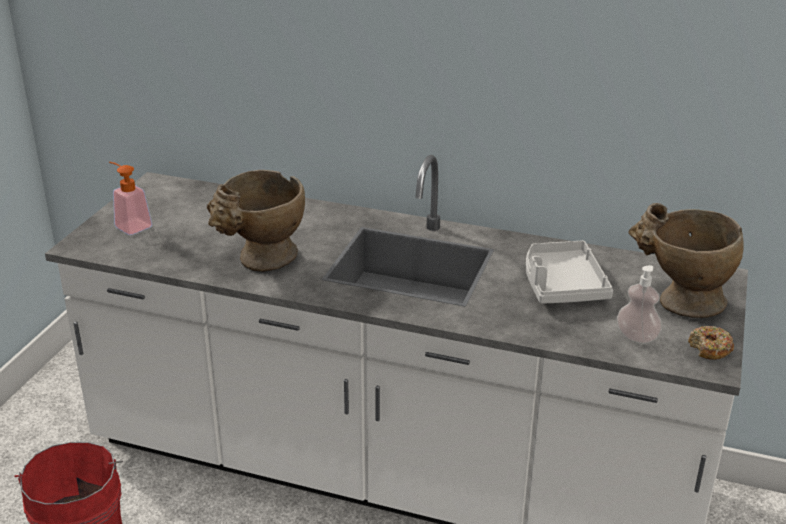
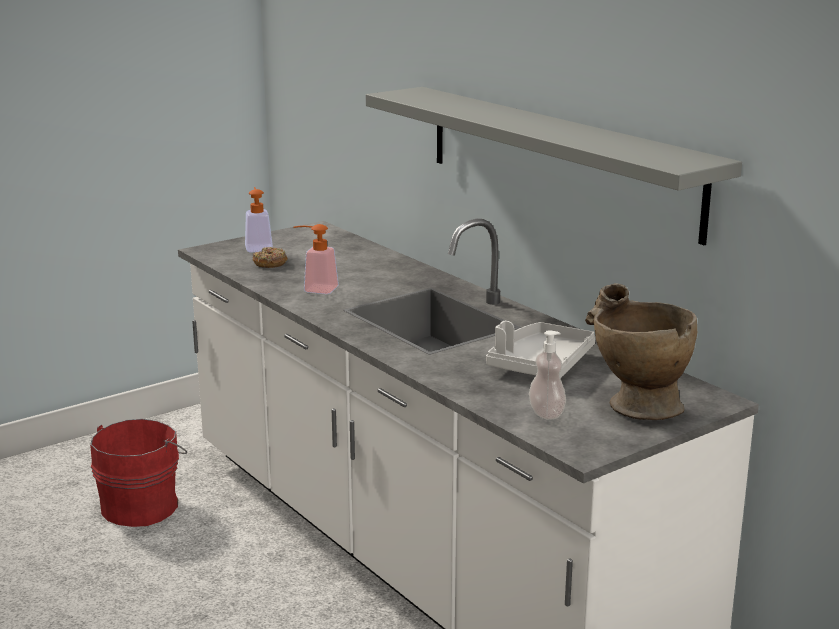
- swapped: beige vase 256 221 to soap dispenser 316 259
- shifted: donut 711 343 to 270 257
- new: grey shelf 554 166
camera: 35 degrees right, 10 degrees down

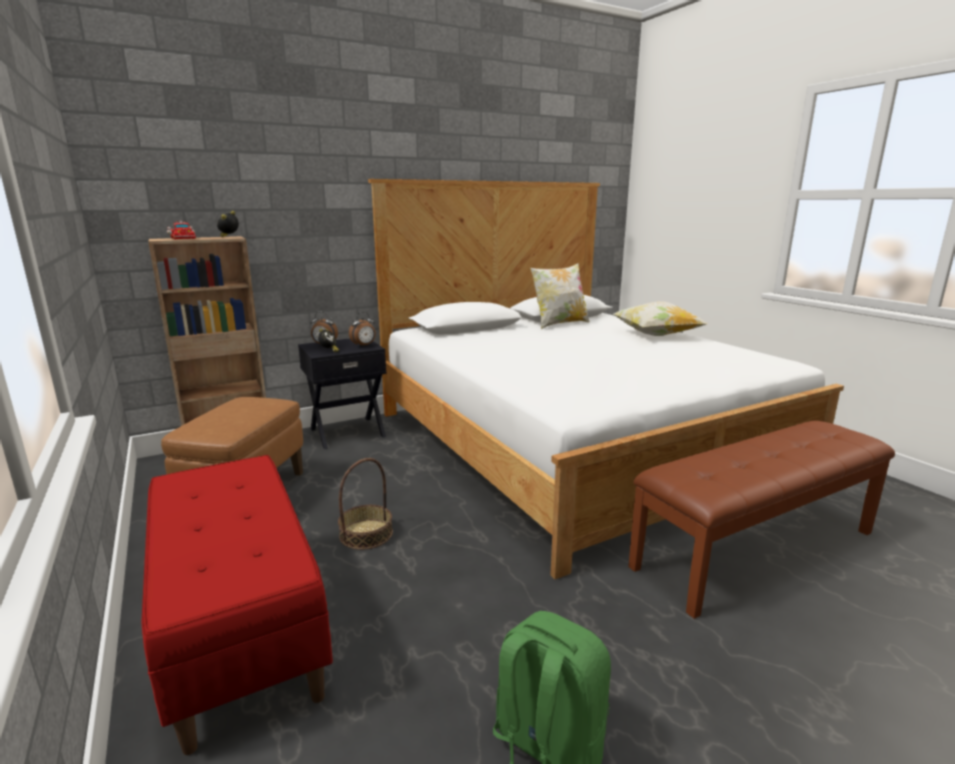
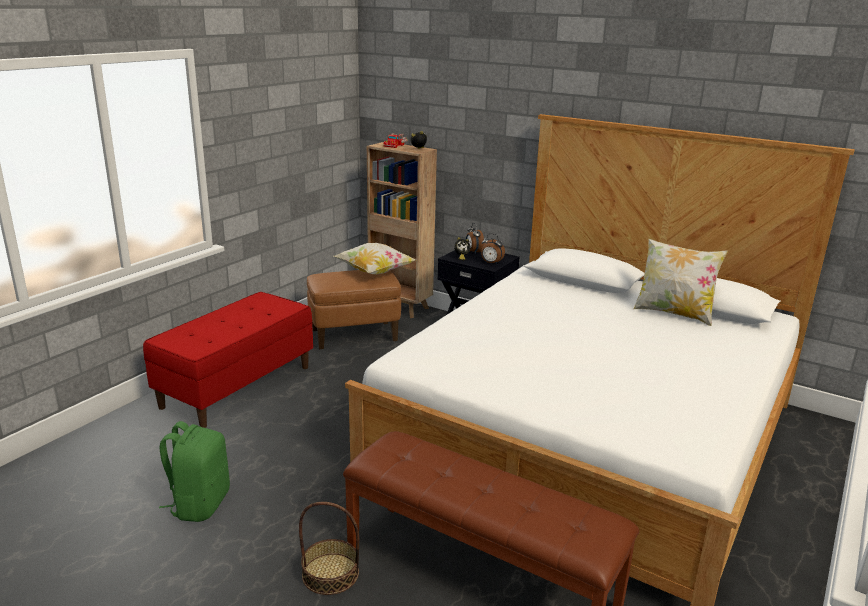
- shifted: basket 365 504 to 329 548
- shifted: pillow 660 318 to 374 259
camera: 60 degrees right, 5 degrees up

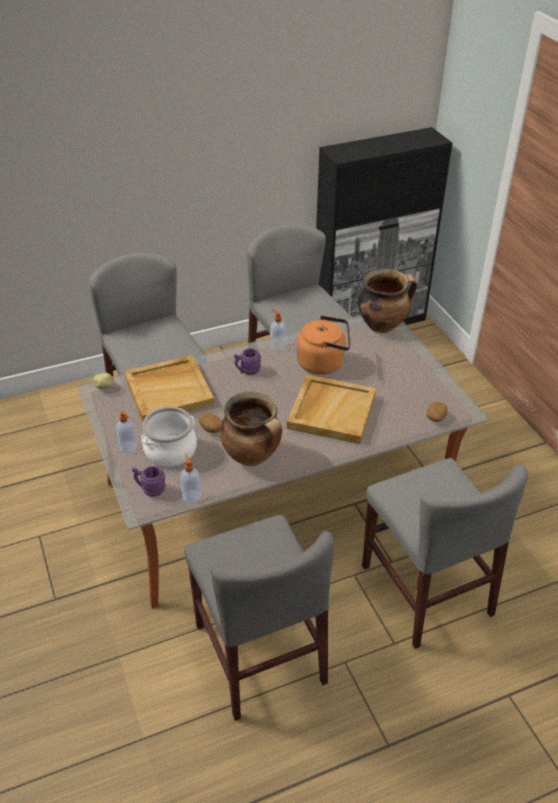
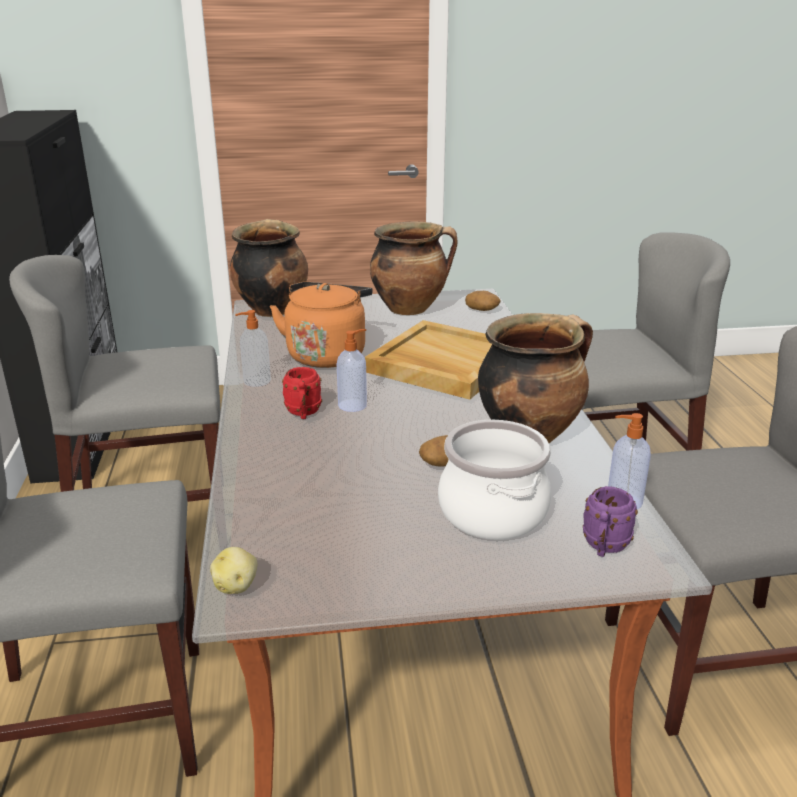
- shifted: soap dispenser 126 431 to 352 370
- gone: beige tray 169 388
- repainted: purple mug 247 361 to red mug 302 393
- new: cooking pot 414 268
camera: 75 degrees left, 15 degrees down

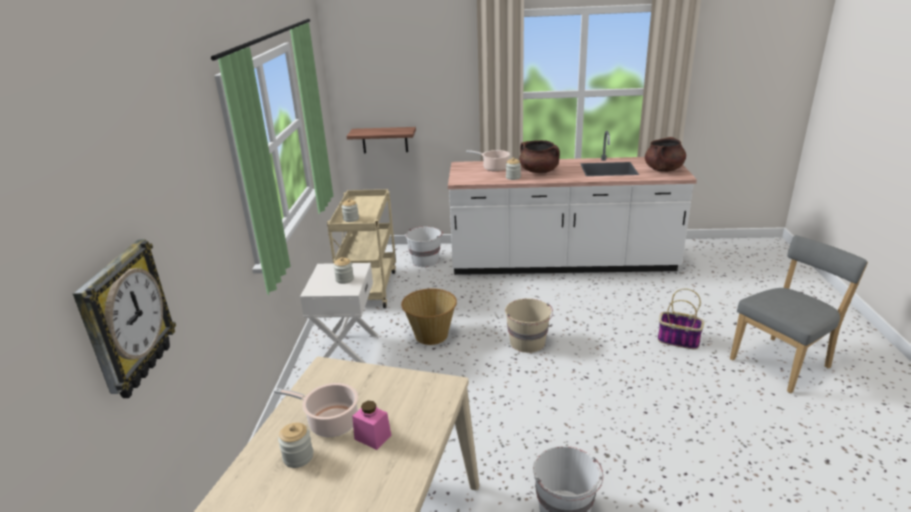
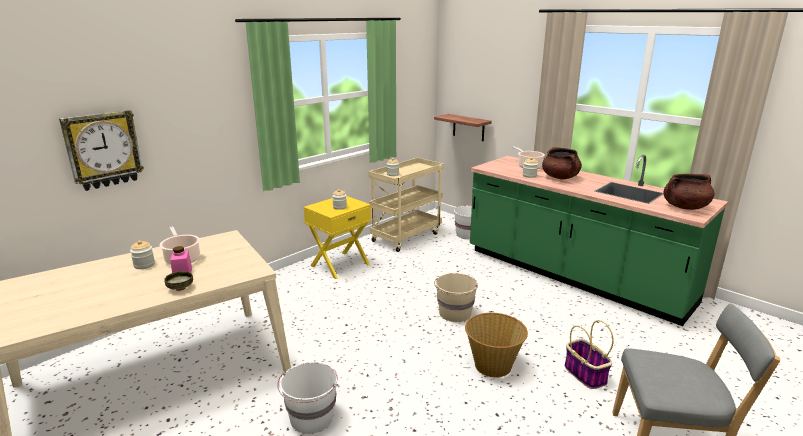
- repainted: white nightstand 339 313 to yellow nightstand 337 237
- shifted: basket 429 317 to 496 345
- repainted: white counter 572 203 to green counter 599 240
- new: bowl 178 281
camera: 40 degrees right, 5 degrees down

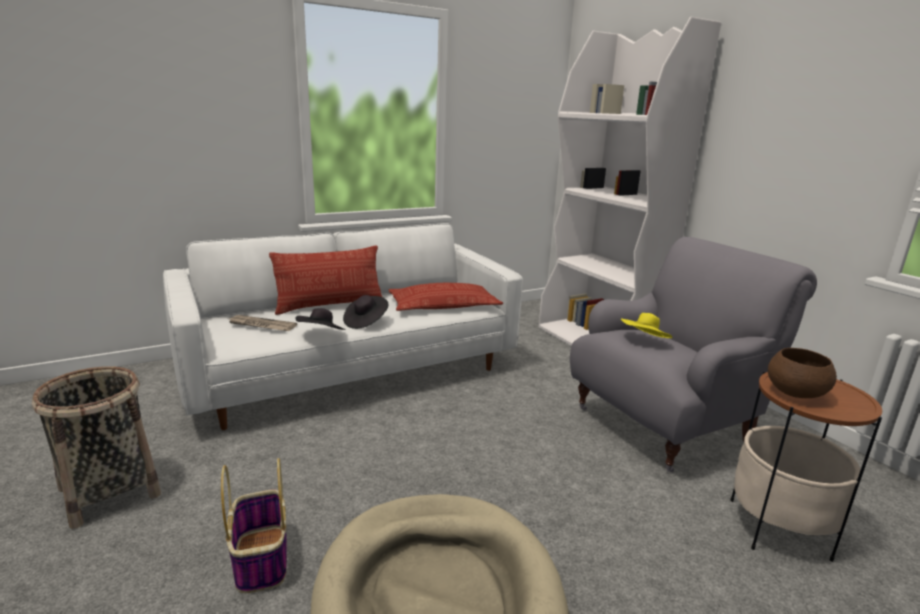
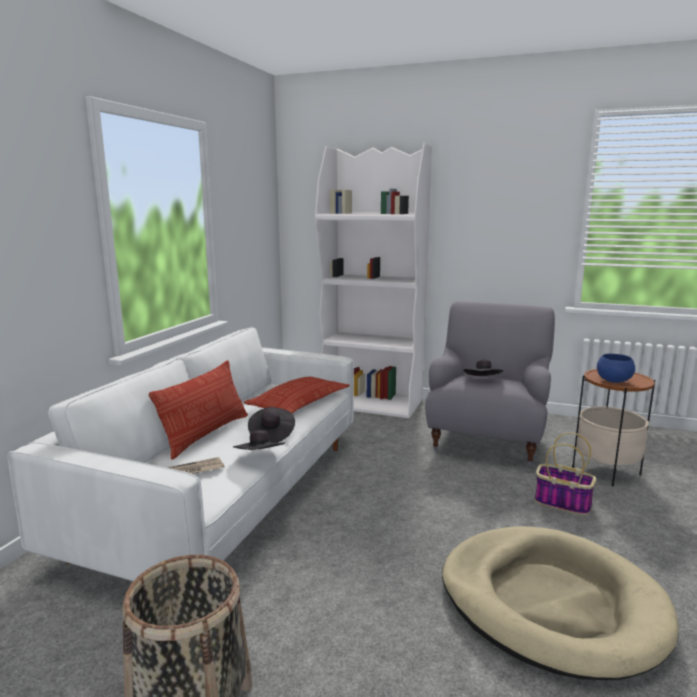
- shifted: basket 254 525 to 565 473
- repainted: yellow hat 646 325 to black hat 483 368
- repainted: brown bowl 802 373 to blue bowl 616 368
camera: 40 degrees left, 5 degrees down

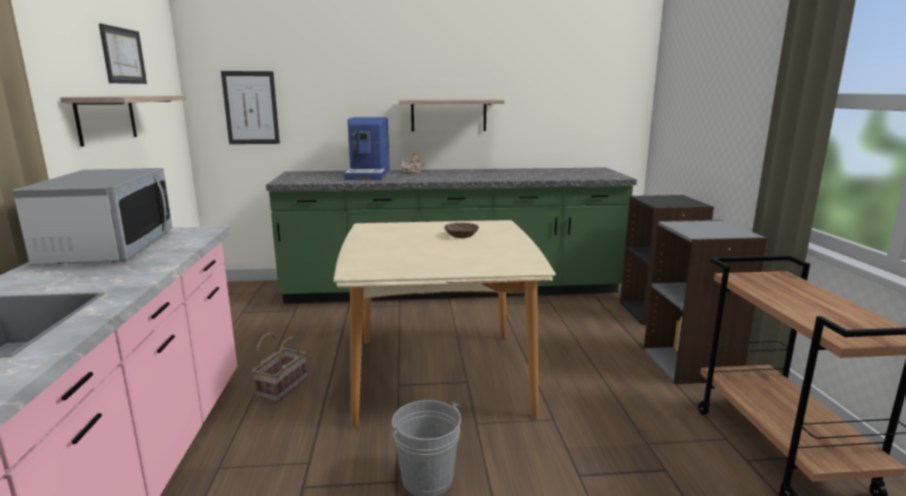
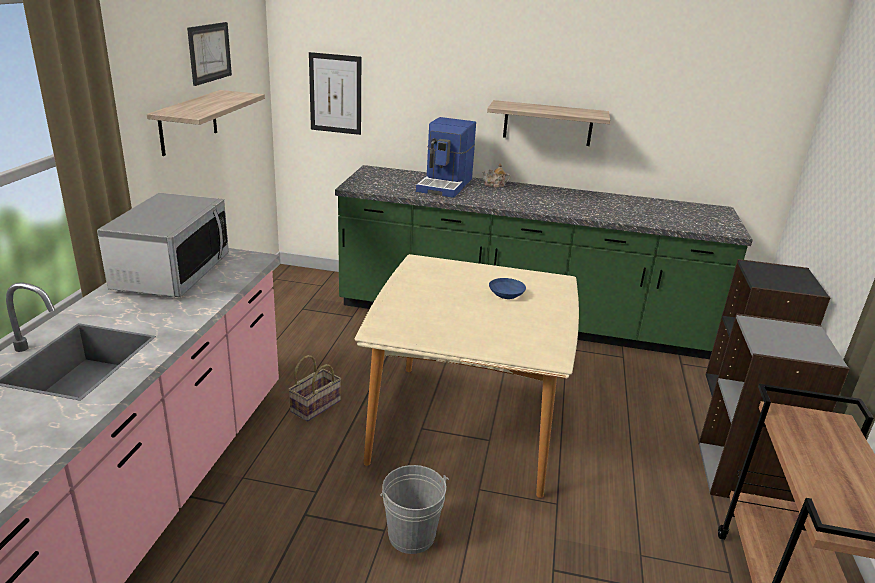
- repainted: brown bowl 461 230 to blue bowl 507 288
camera: 15 degrees right, 10 degrees up

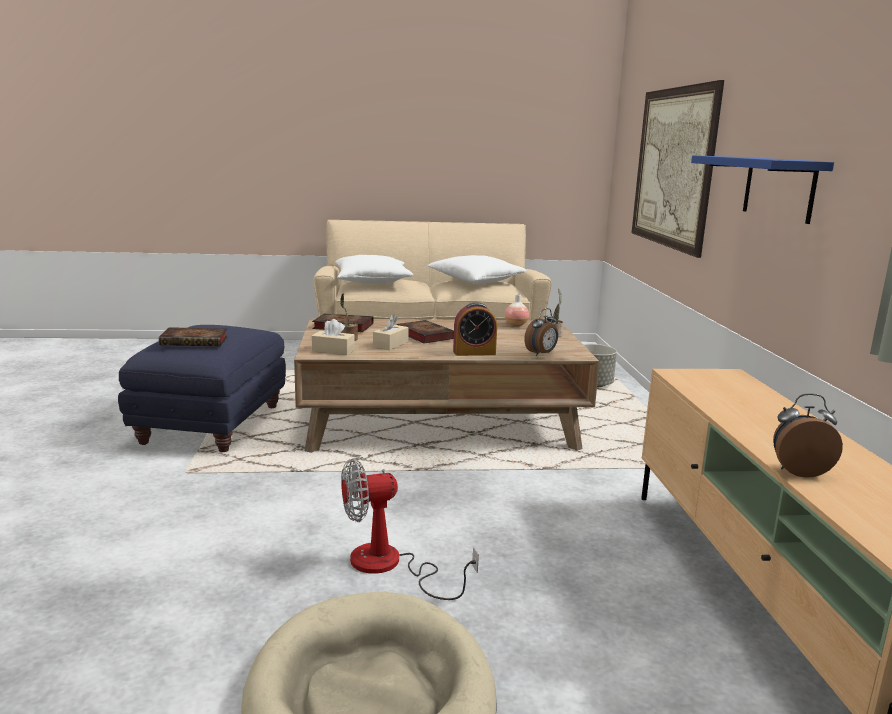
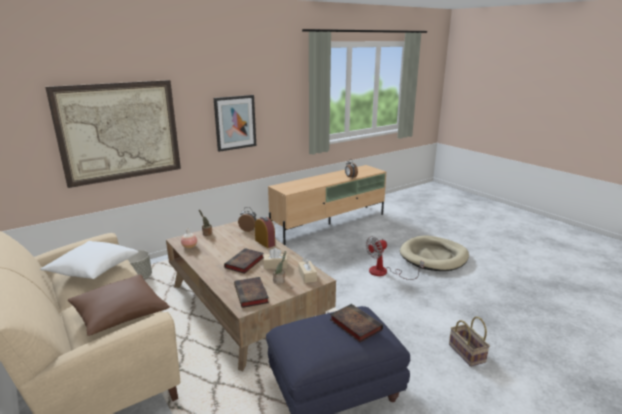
- repainted: white pillow 374 269 to brown pillow 119 305
- rotated: fan 410 529 = 395 258 105 degrees clockwise
- swapped: blue shelf 762 189 to picture 235 123
- new: basket 469 342
camera: 120 degrees left, 5 degrees up

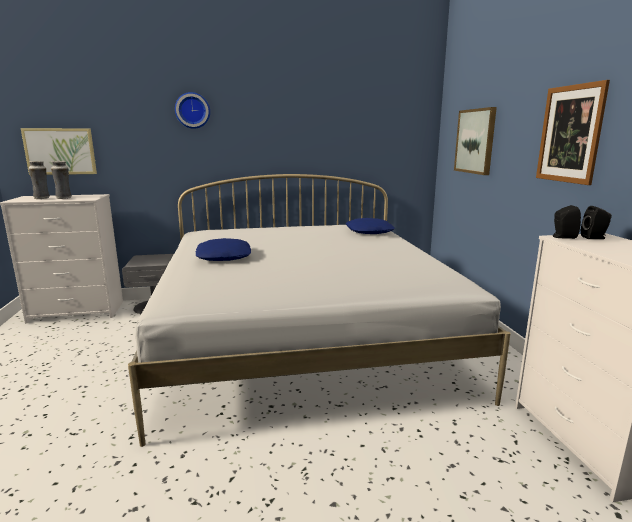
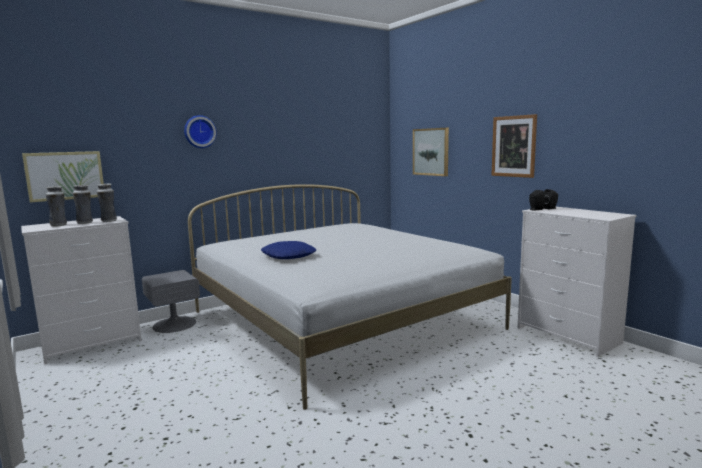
- gone: blue pillow 370 226
- new: vase 107 202
camera: 25 degrees left, 5 degrees down

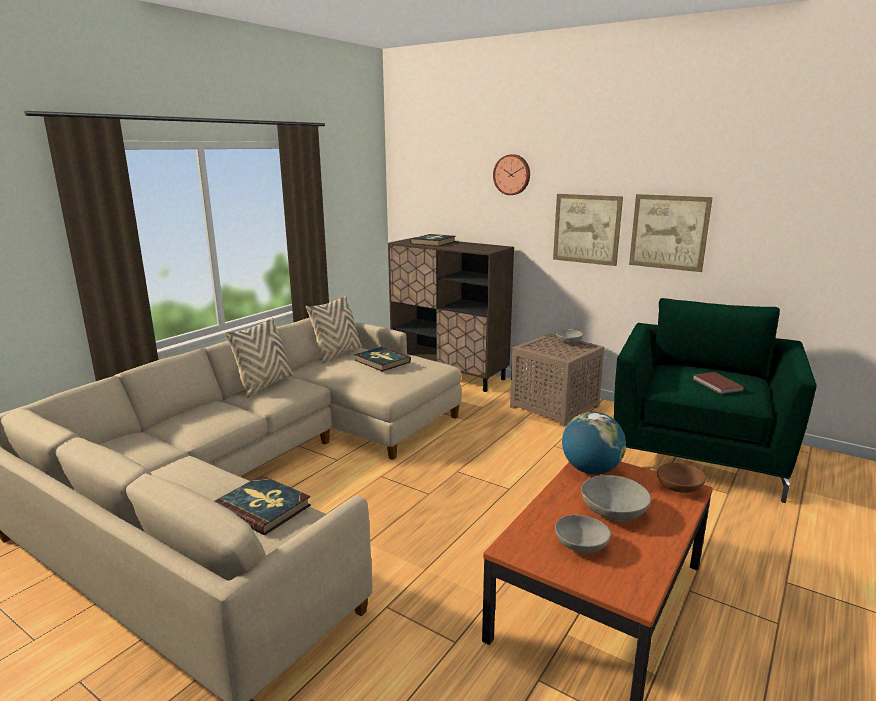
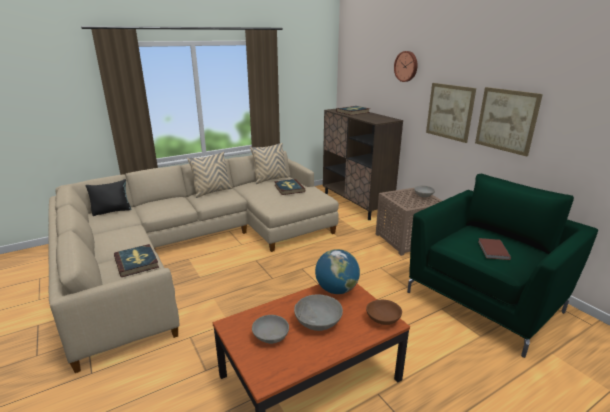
- new: black pillow 108 197
camera: 25 degrees right, 5 degrees up

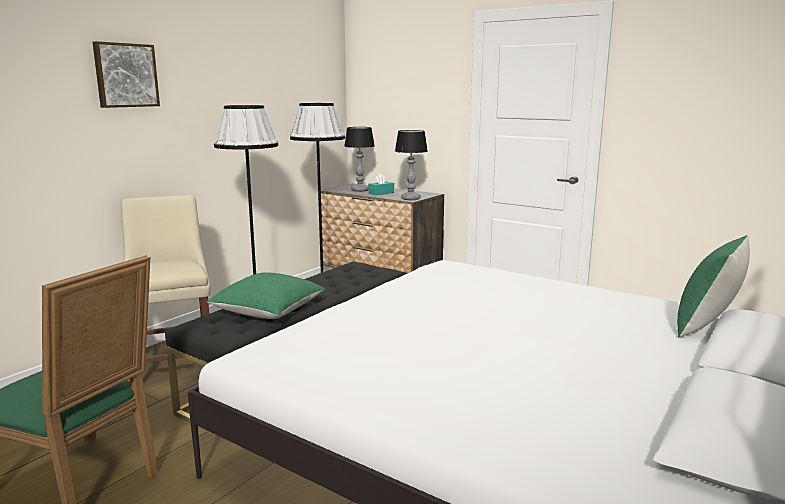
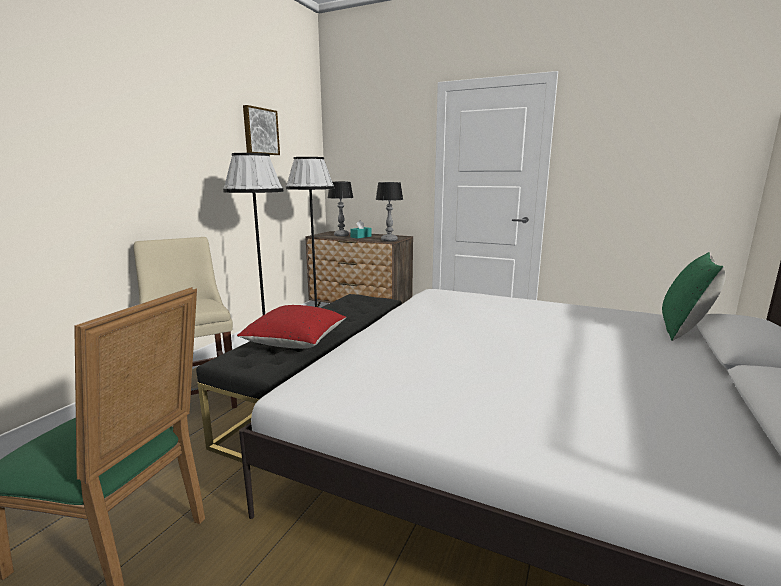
- shifted: picture 126 74 to 261 130
- repainted: green pillow 266 295 to red pillow 291 327
camera: 10 degrees left, 0 degrees up

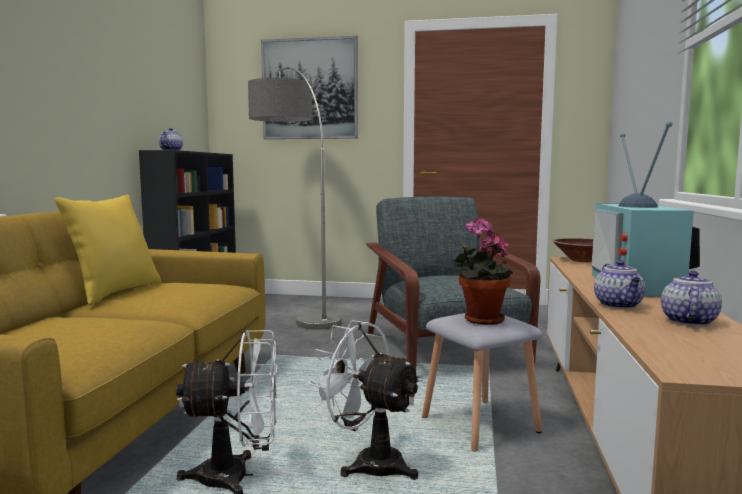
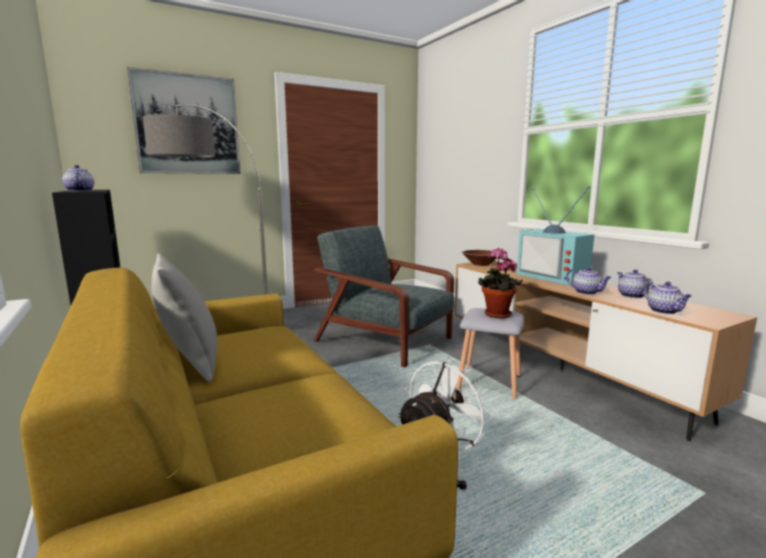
- repainted: yellow pillow 108 250 to grey pillow 184 317
- gone: white fan 365 400
- new: teapot 668 297
camera: 40 degrees left, 5 degrees up

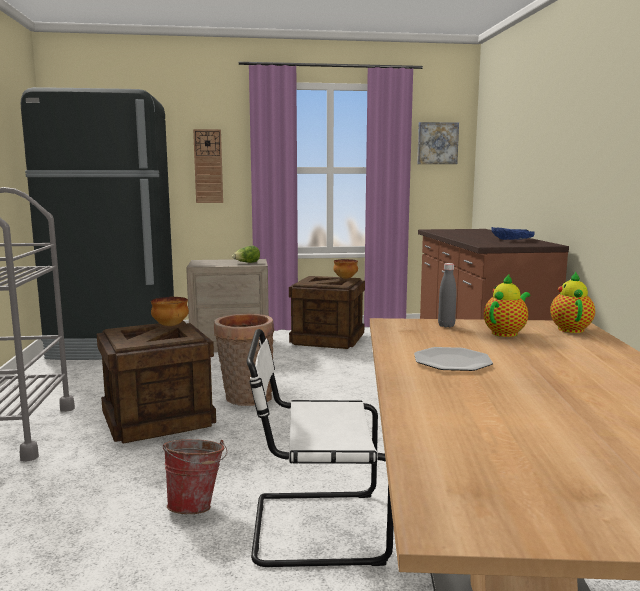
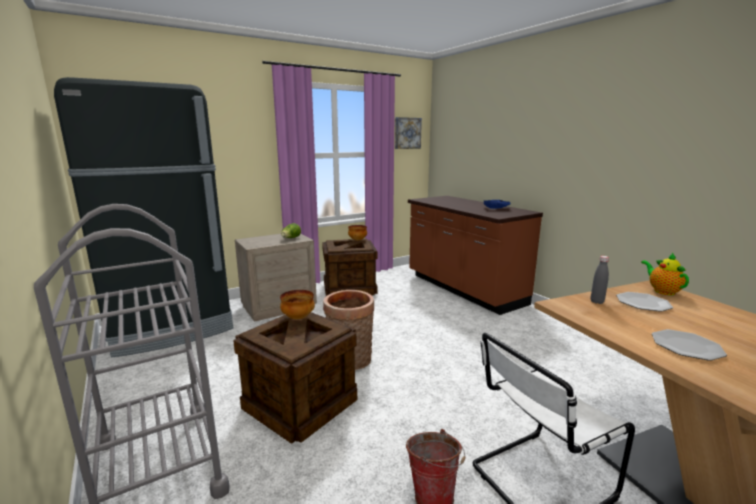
- gone: wall clock 208 166
- swapped: teapot 507 305 to plate 644 302
camera: 25 degrees left, 5 degrees up

